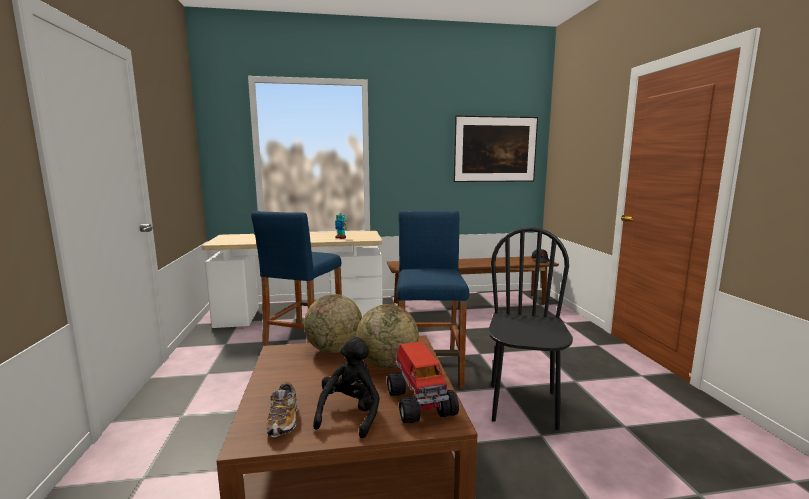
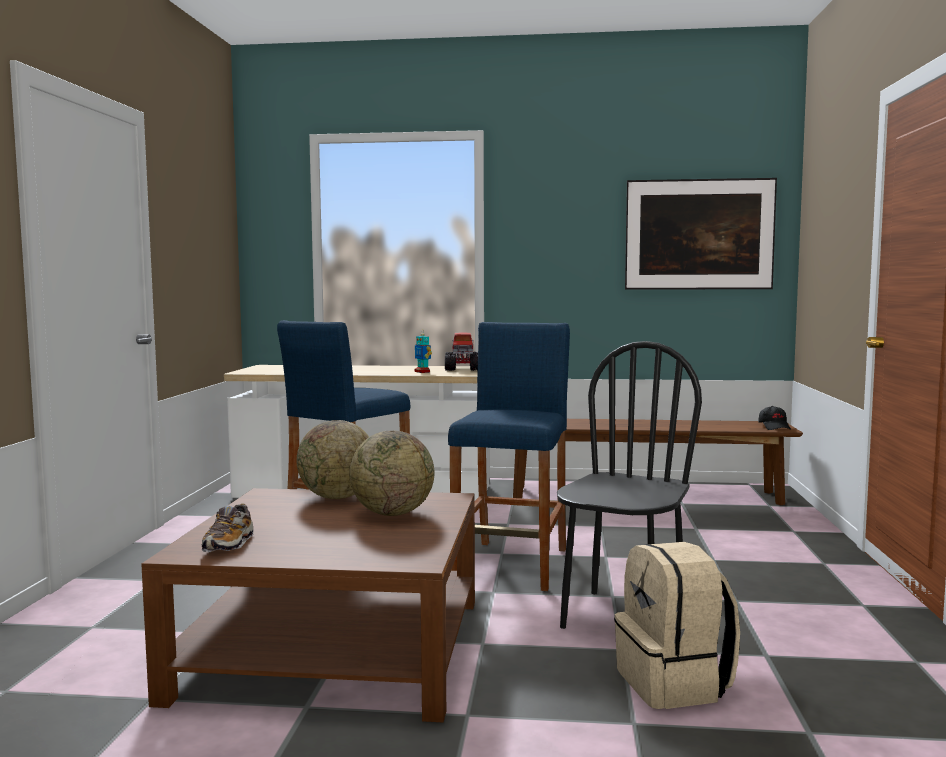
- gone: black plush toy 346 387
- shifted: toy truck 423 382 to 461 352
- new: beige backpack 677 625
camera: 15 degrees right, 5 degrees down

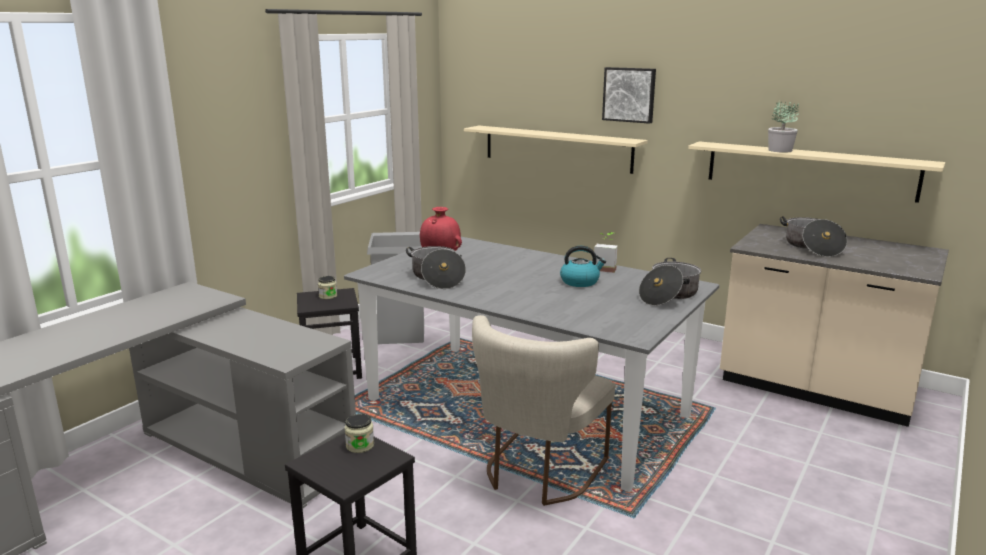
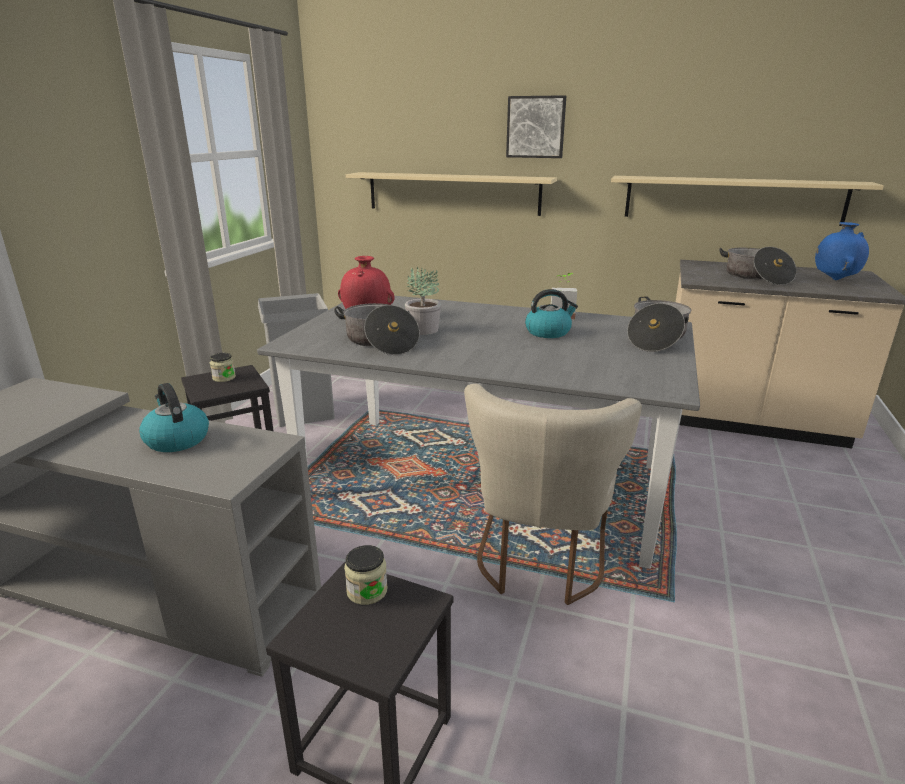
- shifted: potted plant 783 126 to 423 301
- new: kettle 174 417
- new: blue vase 842 251
camera: 15 degrees left, 5 degrees up

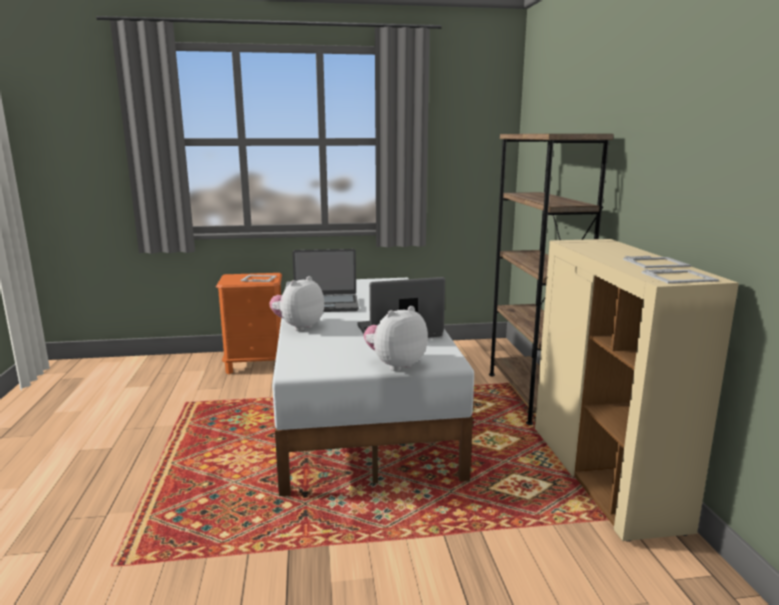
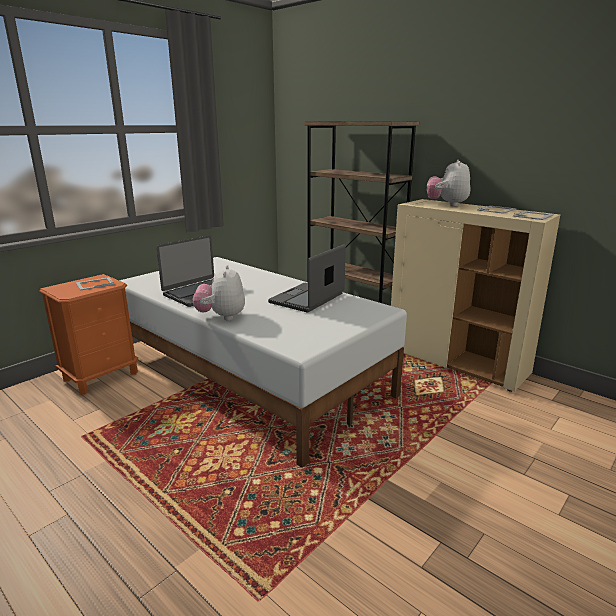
- shifted: plush toy 396 338 to 448 183
camera: 40 degrees left, 5 degrees up

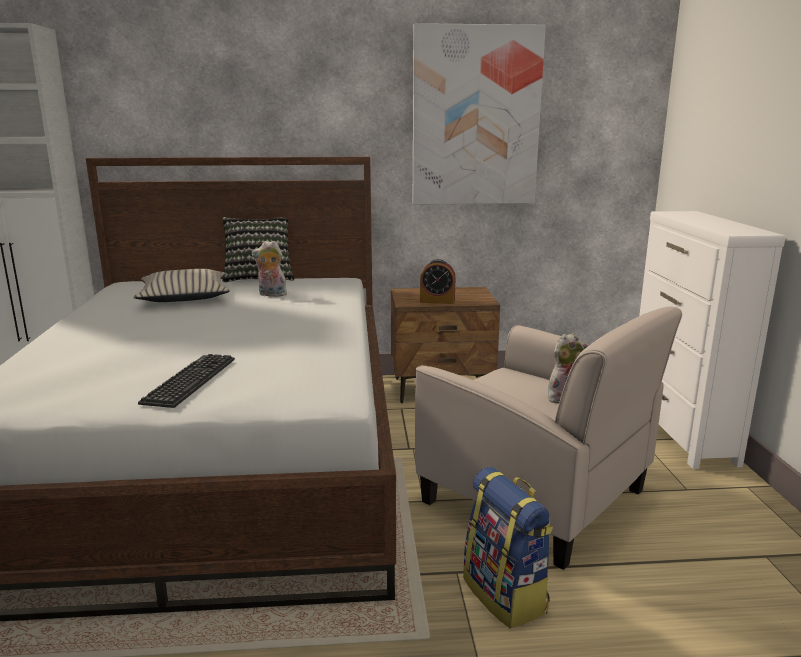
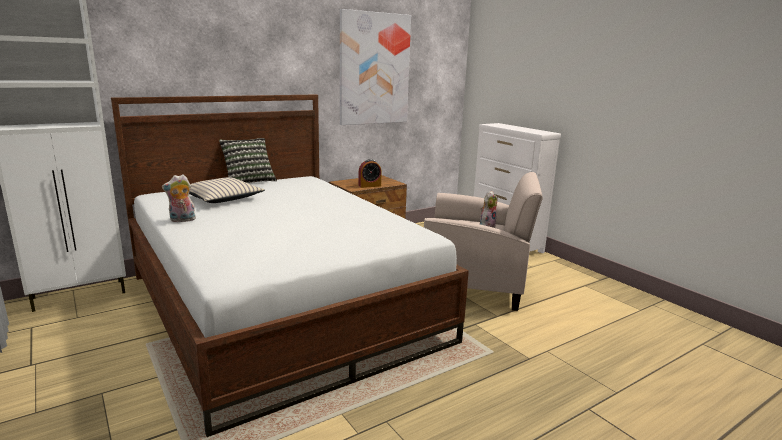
- gone: keyboard 186 381
- shifted: plush toy 269 269 to 179 198
- gone: backpack 508 547
camera: 30 degrees left, 0 degrees up

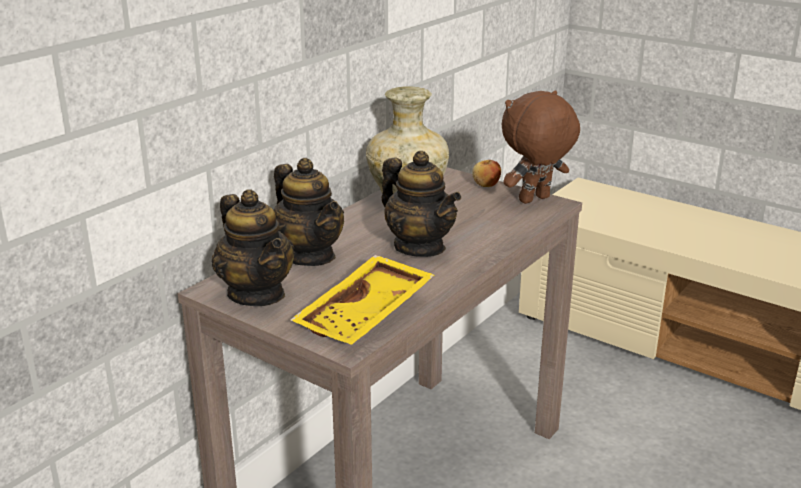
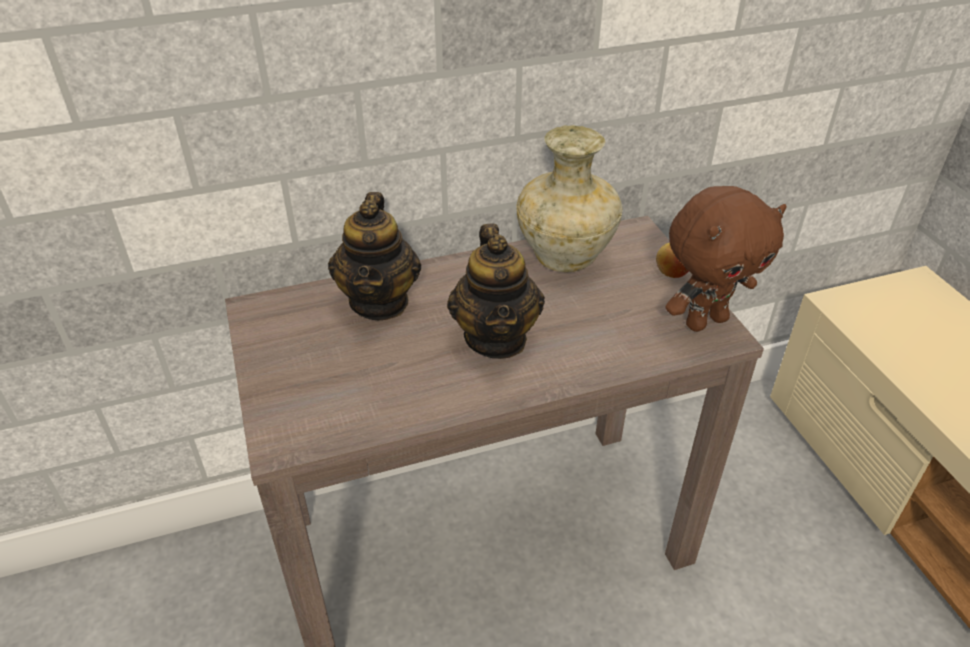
- gone: teapot 253 247
- gone: yellow tray 362 300
- rotated: brown plush toy 541 147 = 726 259 150 degrees clockwise
camera: 35 degrees right, 15 degrees up

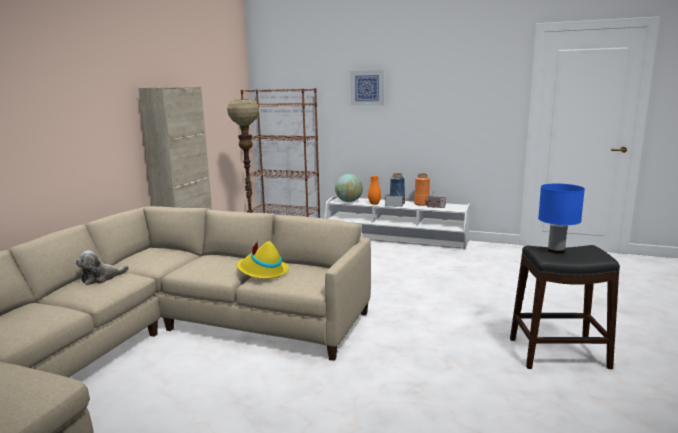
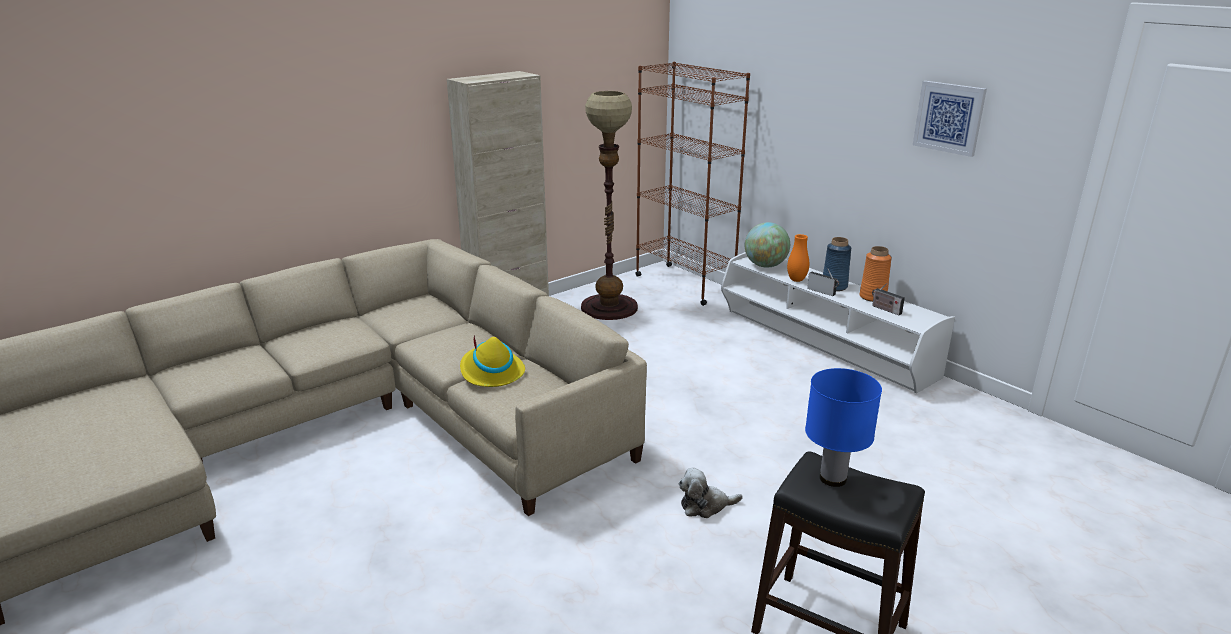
- shifted: plush toy 102 267 to 711 493
- shifted: picture 367 88 to 950 119
camera: 30 degrees right, 10 degrees up

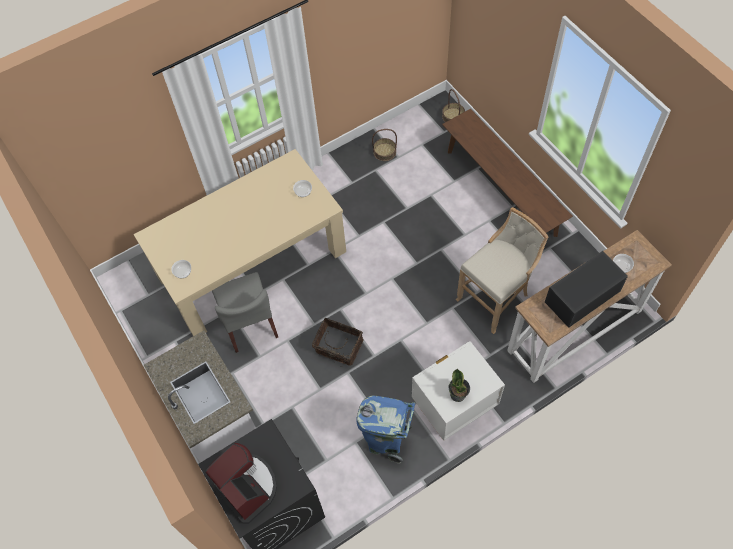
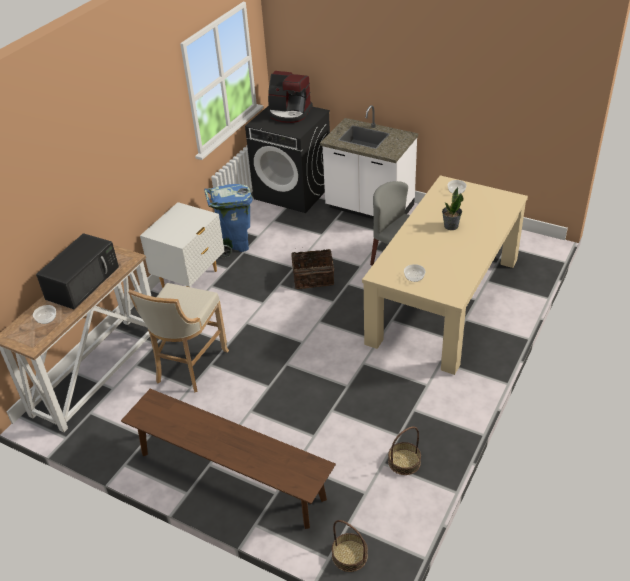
- shifted: potted plant 459 385 to 453 208
camera: 150 degrees right, 20 degrees down

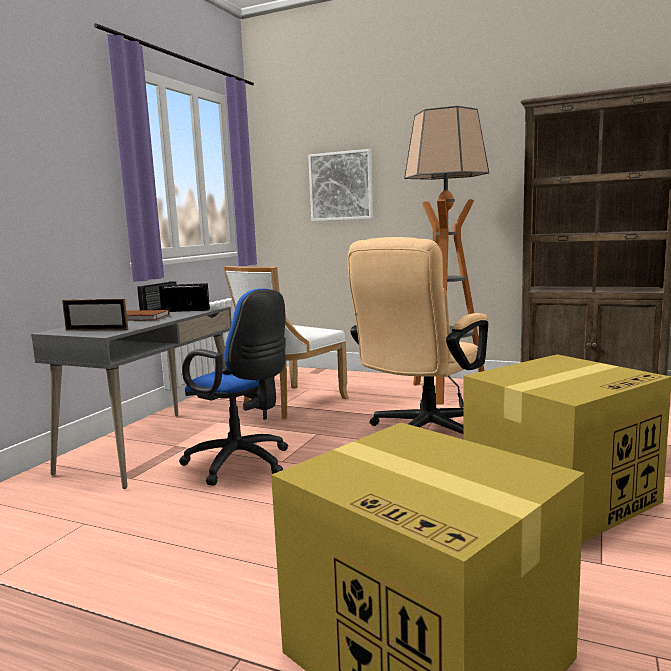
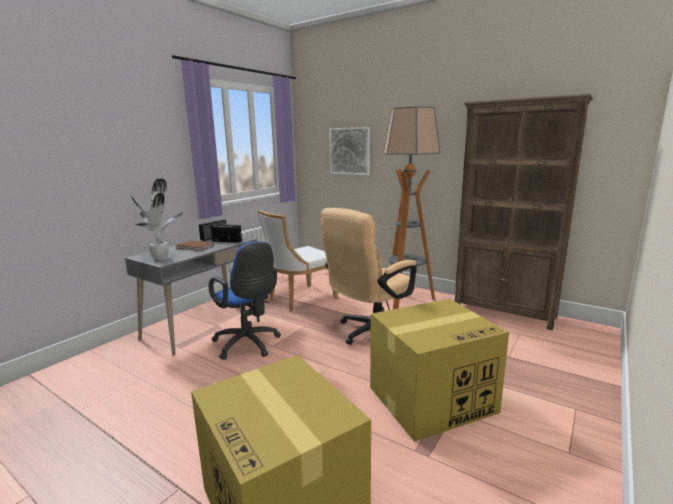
- swapped: picture frame 95 315 to potted plant 157 219
camera: 10 degrees right, 5 degrees up

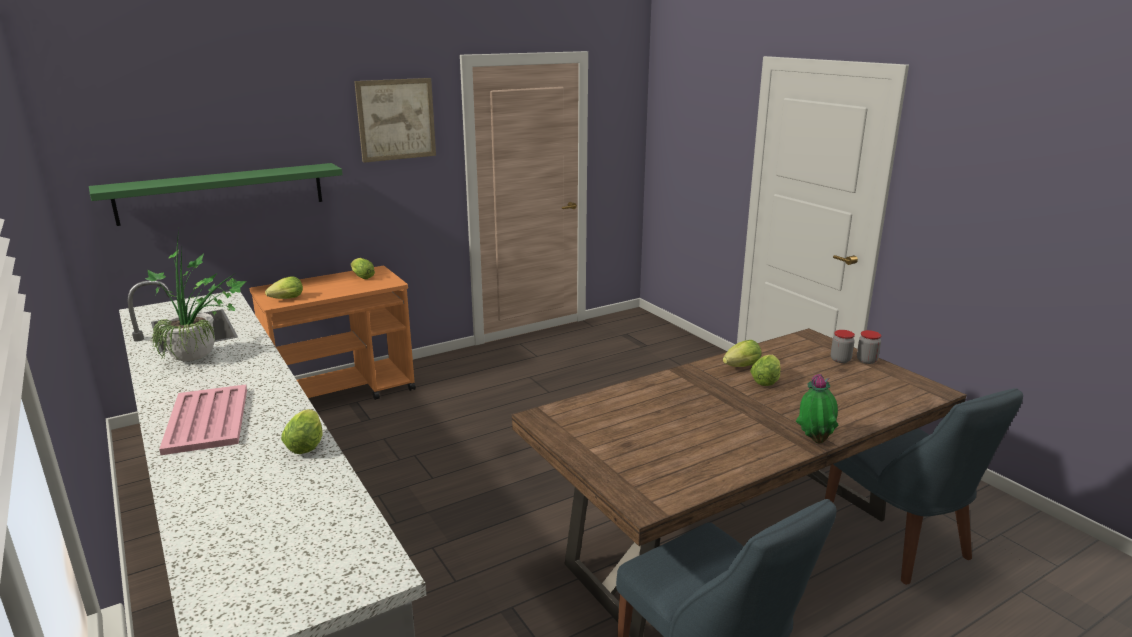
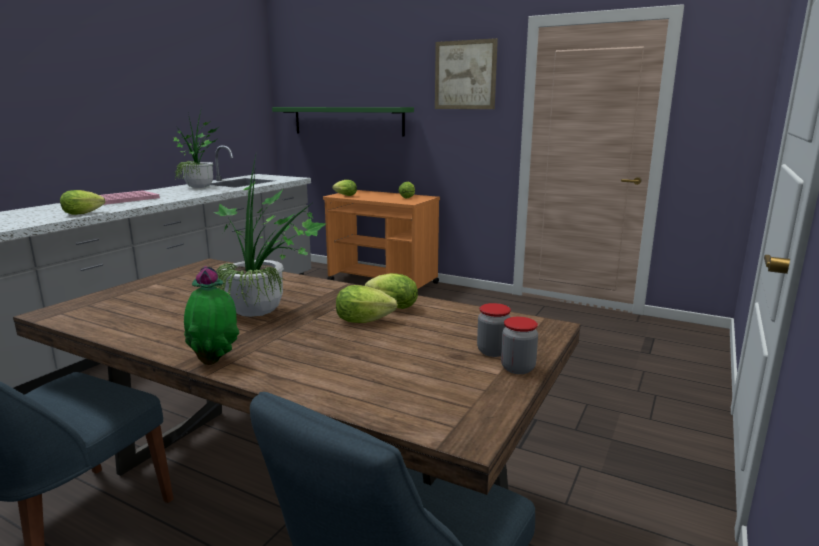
- new: potted plant 270 234
camera: 60 degrees right, 5 degrees down

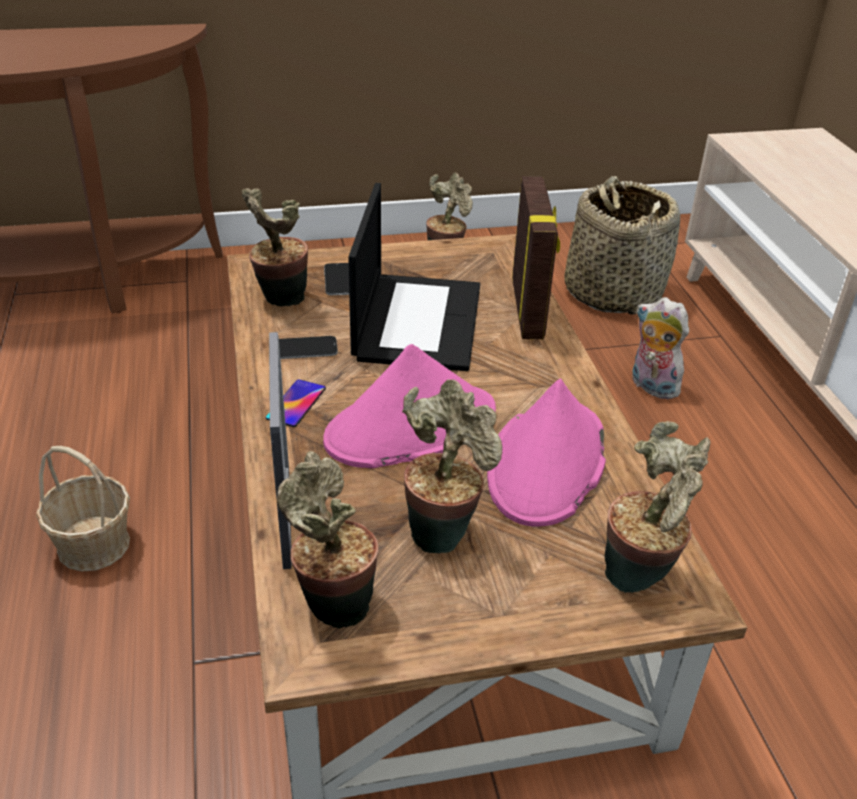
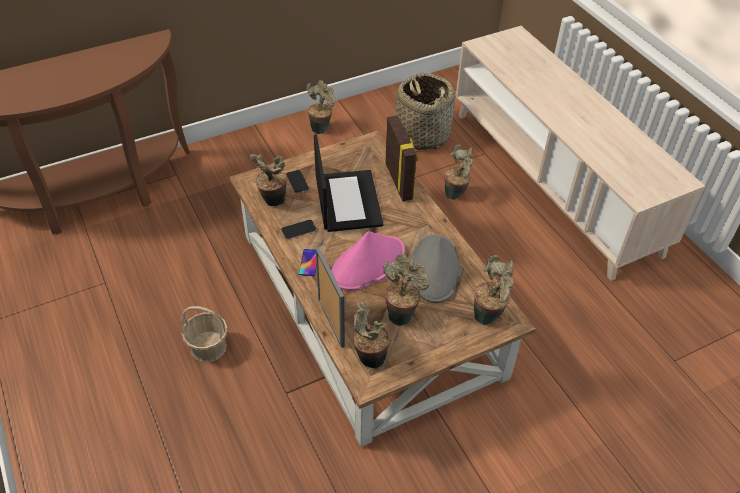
- repainted: pink hat 546 453 to grey hat 435 268
- swapped: plush toy 661 348 to potted plant 459 172
camera: 15 degrees left, 10 degrees up

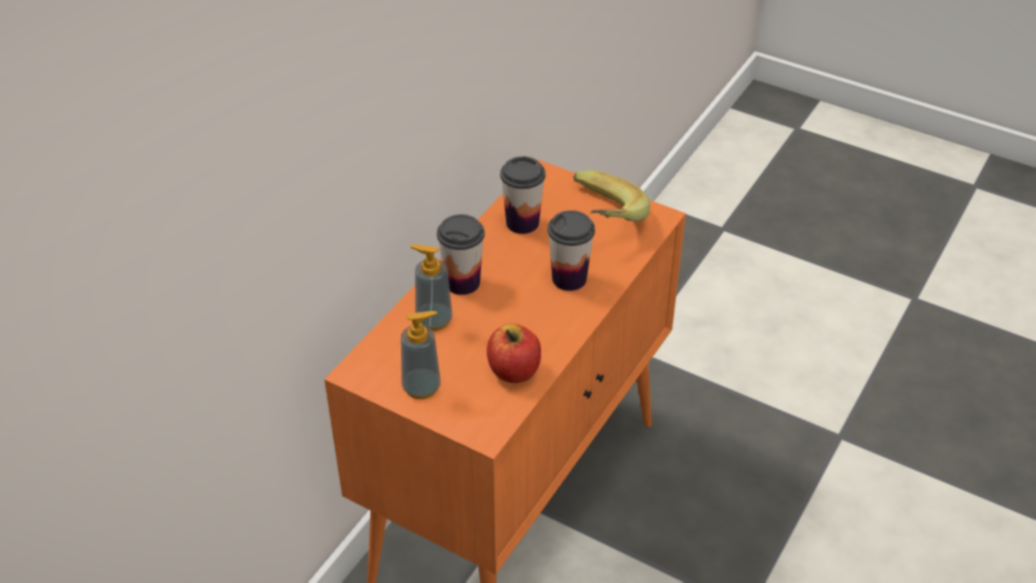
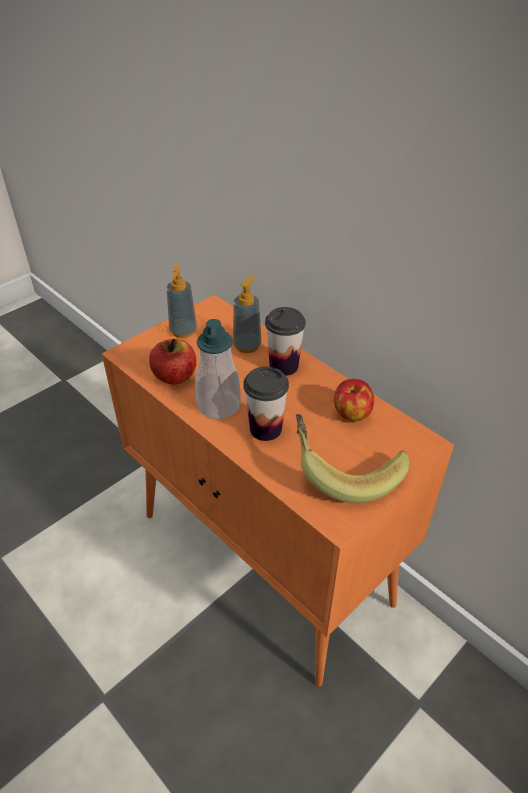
- swapped: cup 523 195 to apple 354 400
- new: soap dispenser 218 369
camera: 105 degrees right, 0 degrees up

